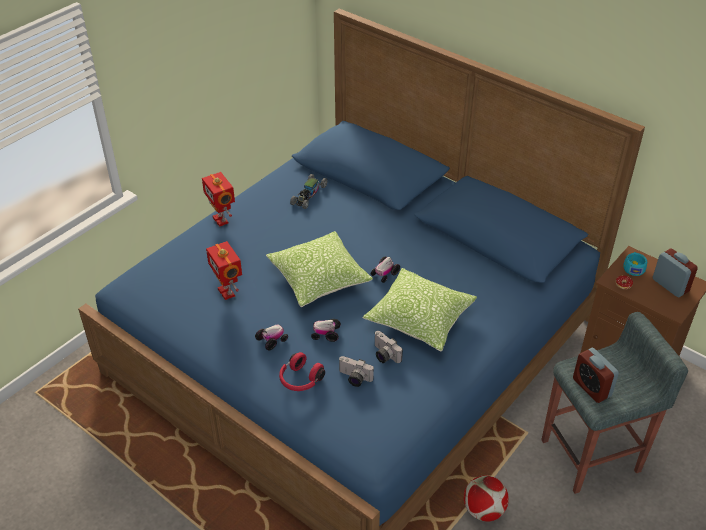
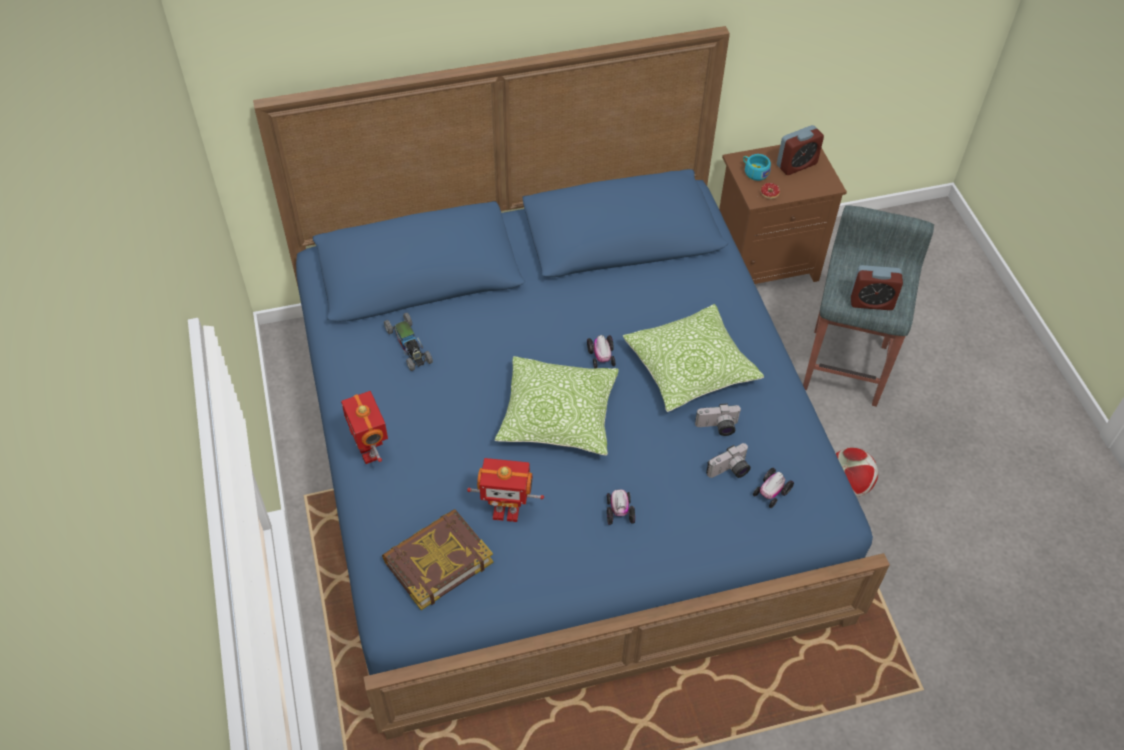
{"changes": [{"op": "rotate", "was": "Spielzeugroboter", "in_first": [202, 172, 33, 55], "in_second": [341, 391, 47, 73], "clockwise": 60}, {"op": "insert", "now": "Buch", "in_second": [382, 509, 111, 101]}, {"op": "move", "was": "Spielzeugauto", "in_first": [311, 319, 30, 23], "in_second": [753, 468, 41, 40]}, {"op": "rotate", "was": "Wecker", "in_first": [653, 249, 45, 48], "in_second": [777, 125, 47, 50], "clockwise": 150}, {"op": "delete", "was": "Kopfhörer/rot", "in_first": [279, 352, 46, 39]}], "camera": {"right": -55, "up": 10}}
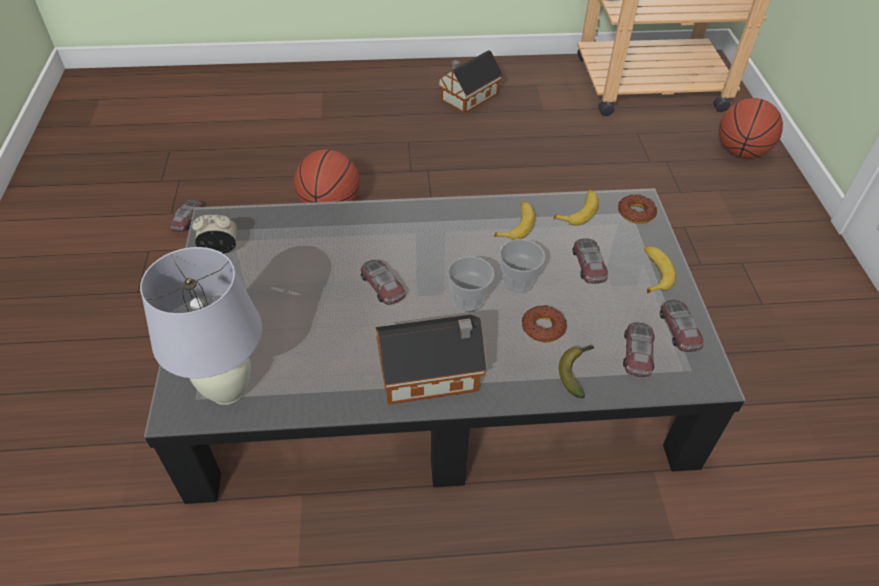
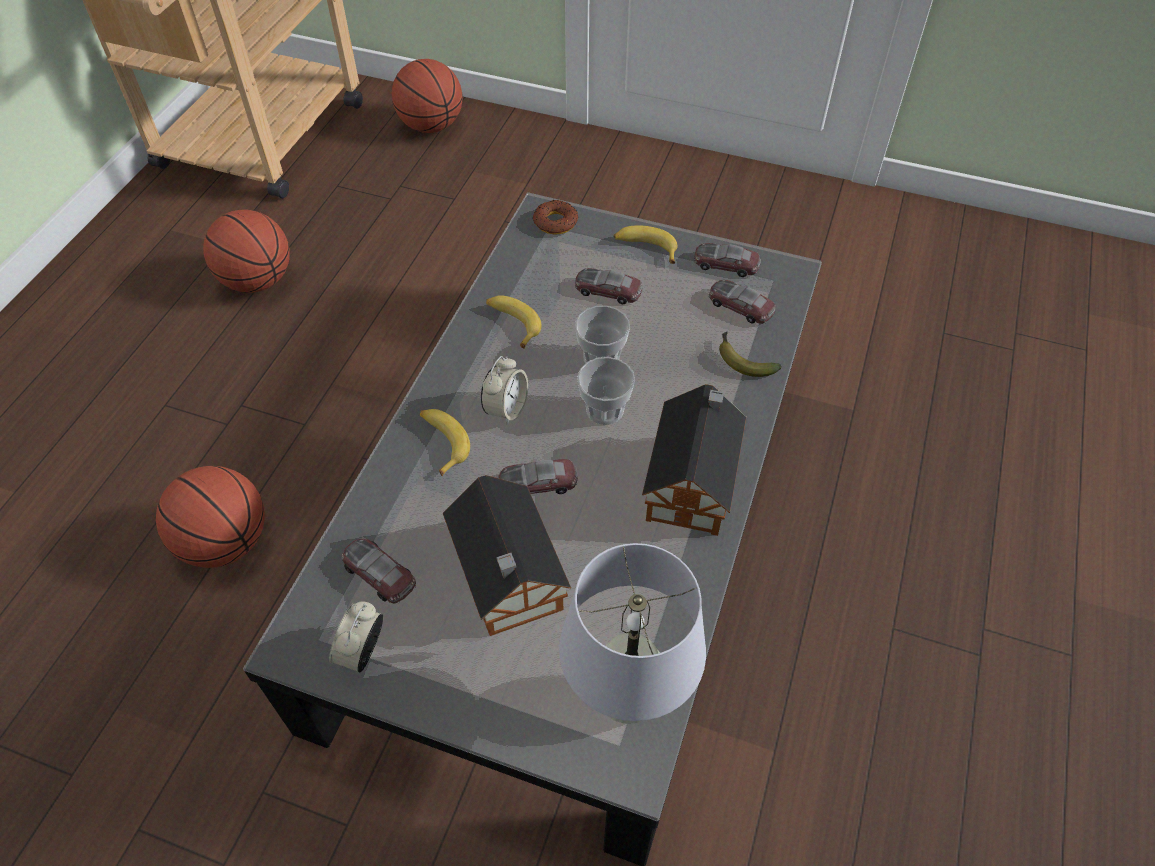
{"changes": [{"op": "insert", "now": "Basketball", "in_second": [203, 210, 87, 83]}, {"op": "move", "was": "Spielzeugauto", "in_first": [168, 200, 35, 33], "in_second": [342, 538, 74, 66]}, {"op": "move", "was": "Banane", "in_first": [553, 190, 46, 35], "in_second": [420, 409, 50, 67]}, {"op": "move", "was": "Spielzeughaus", "in_first": [437, 50, 66, 64], "in_second": [443, 475, 128, 161]}, {"op": "insert", "now": "Wecker", "in_second": [481, 356, 47, 69]}, {"op": "delete", "was": "Donut", "in_first": [521, 305, 46, 38]}], "camera": {"right": -65, "up": 5}}
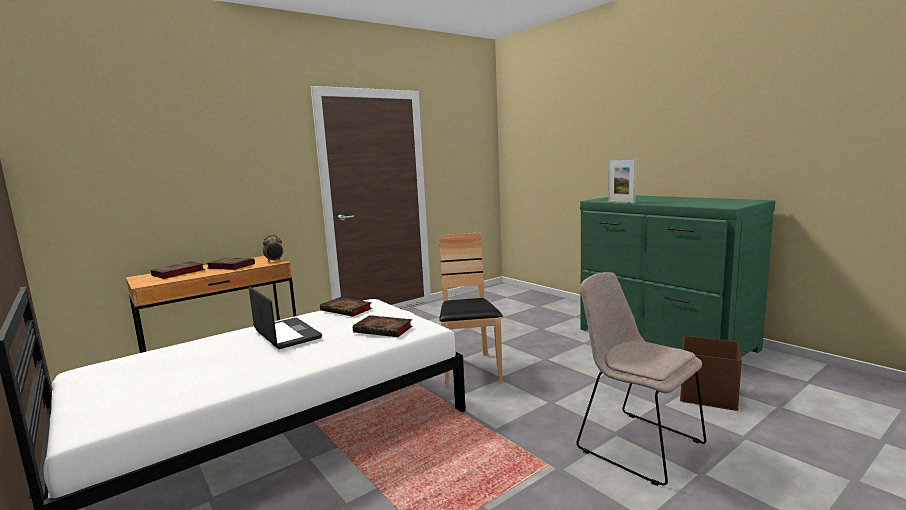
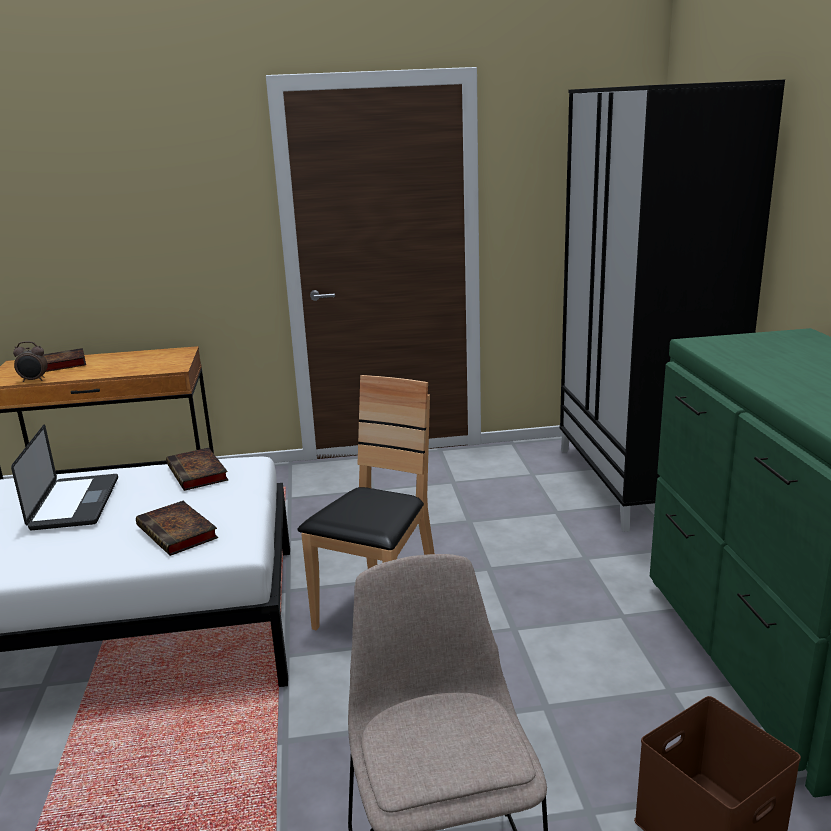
{"changes": [{"op": "move", "was": "Wecker", "in_first": [263, 235, 20, 26], "in_second": [13, 341, 35, 41]}, {"op": "insert", "now": "Kleiderschrank/schwarz", "in_second": [559, 80, 226, 452]}, {"op": "delete", "was": "Buch", "in_first": [207, 257, 48, 13]}, {"op": "delete", "was": "Bilderrahmen", "in_first": [608, 158, 28, 45]}], "camera": {"right": 30, "up": 10}}
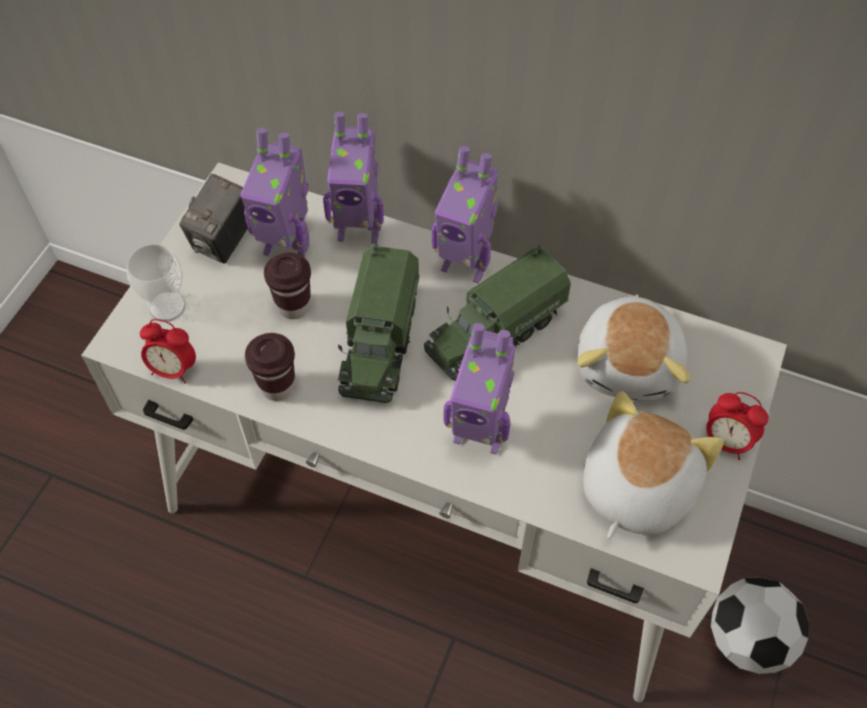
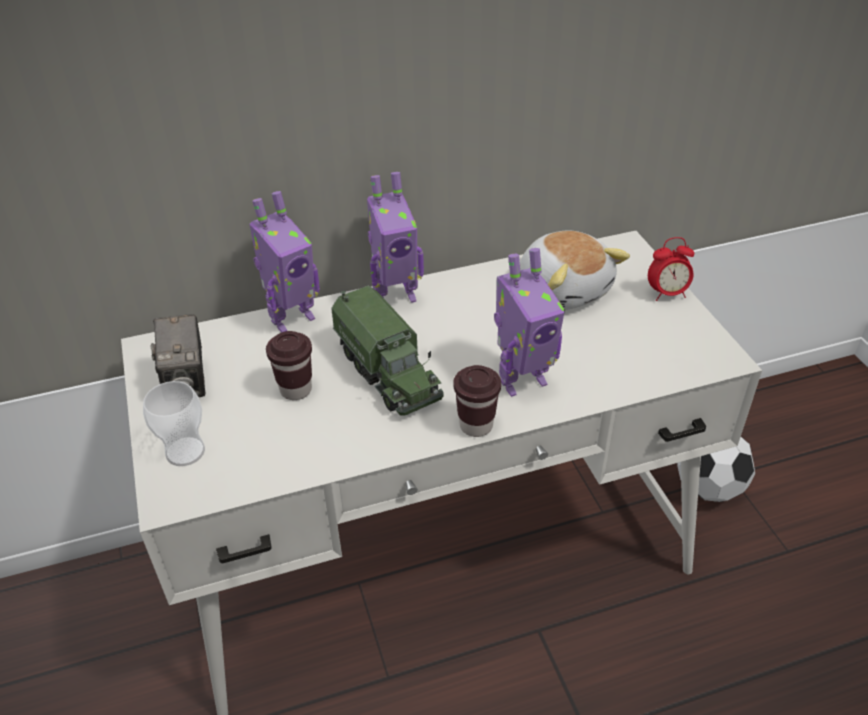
{"changes": [{"op": "move", "was": "Tasse/braun", "in_first": [245, 333, 50, 68], "in_second": [454, 365, 47, 72]}, {"op": "delete", "was": "Wecker", "in_first": [140, 319, 56, 65]}, {"op": "delete", "was": "Spielzeugroboter", "in_first": [240, 128, 70, 129]}, {"op": "delete", "was": "Spielzeuglaster", "in_first": [424, 245, 147, 136]}, {"op": "delete", "was": "Plüschtier", "in_first": [583, 391, 141, 148]}], "camera": {"right": -40, "up": -15}}
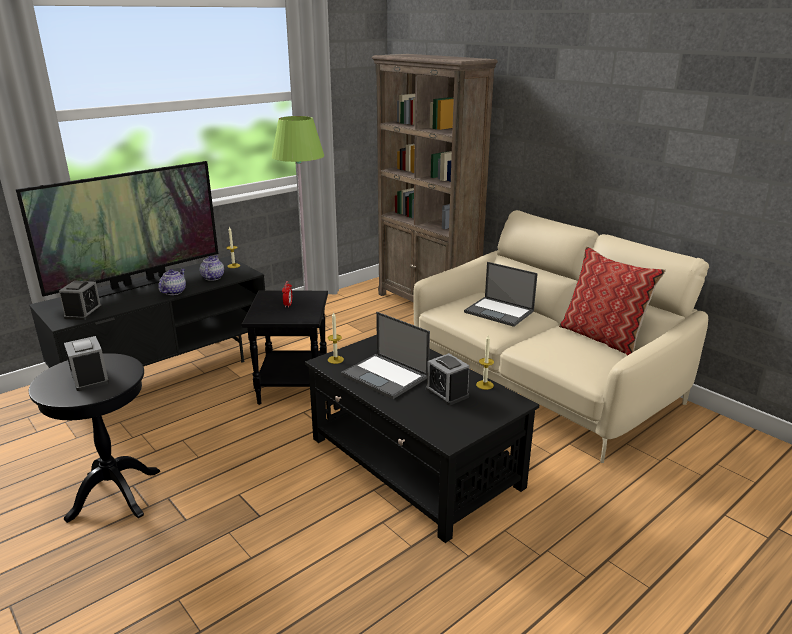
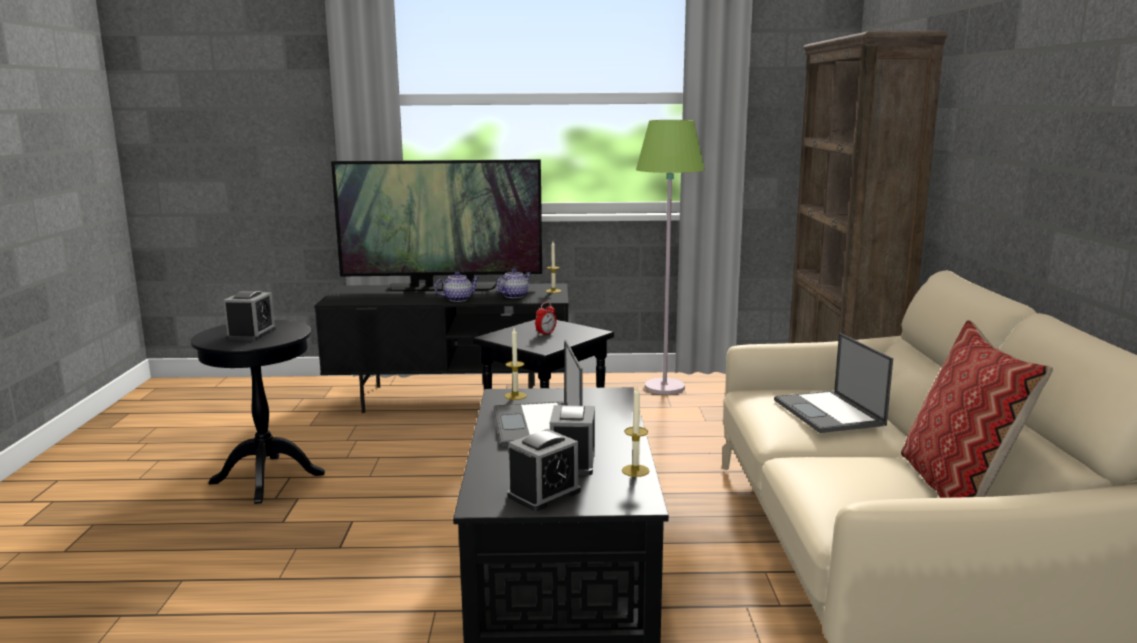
{"changes": [{"op": "move", "was": "Wecker", "in_first": [59, 281, 43, 39], "in_second": [507, 429, 74, 82]}], "camera": {"right": 40, "up": -10}}
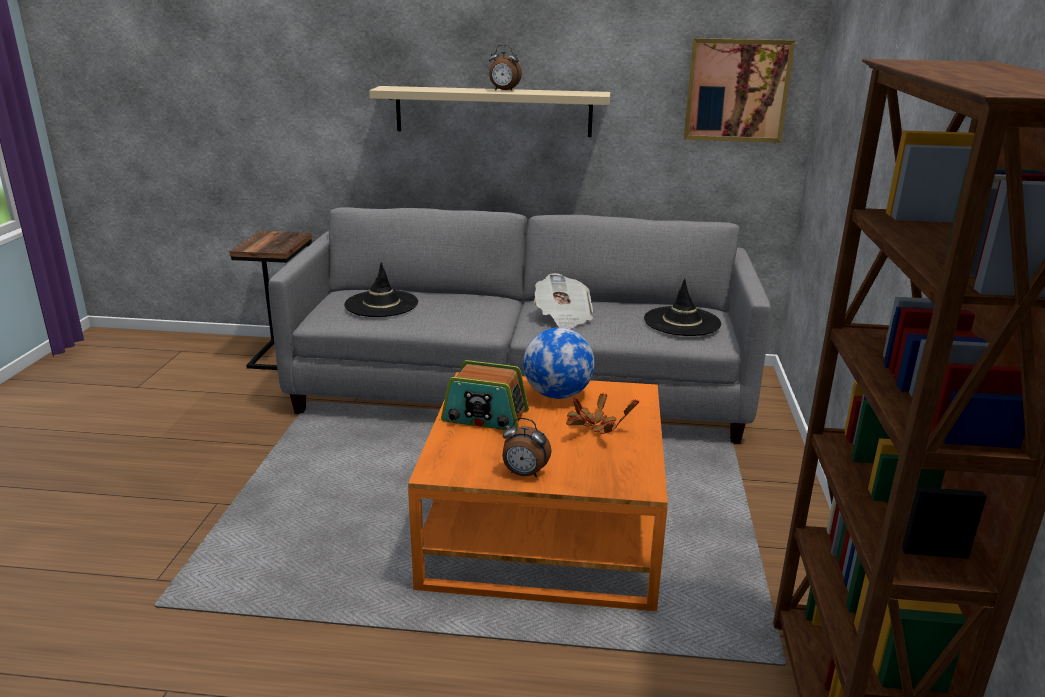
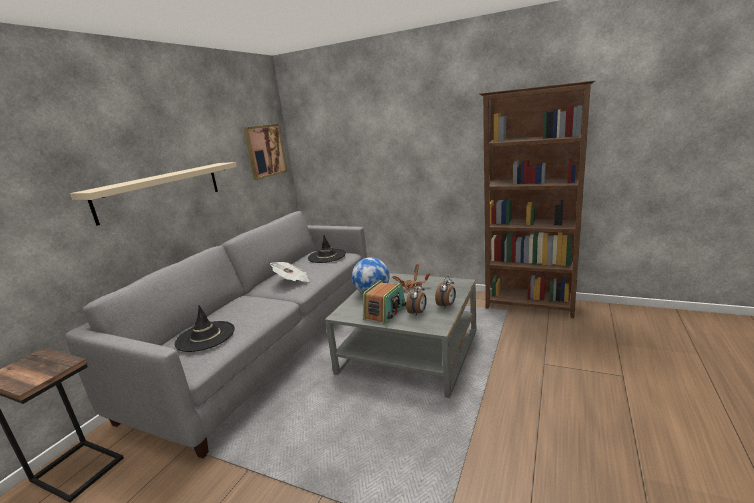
{"changes": [{"op": "recolor", "was": "Couchtisch/orange", "now": "Couchtisch/grau", "in_first": [408, 372, 260, 239], "in_second": [325, 273, 151, 125]}, {"op": "move", "was": "Wecker", "in_first": [489, 45, 33, 46], "in_second": [406, 283, 21, 32]}], "camera": {"right": -70, "up": -5}}
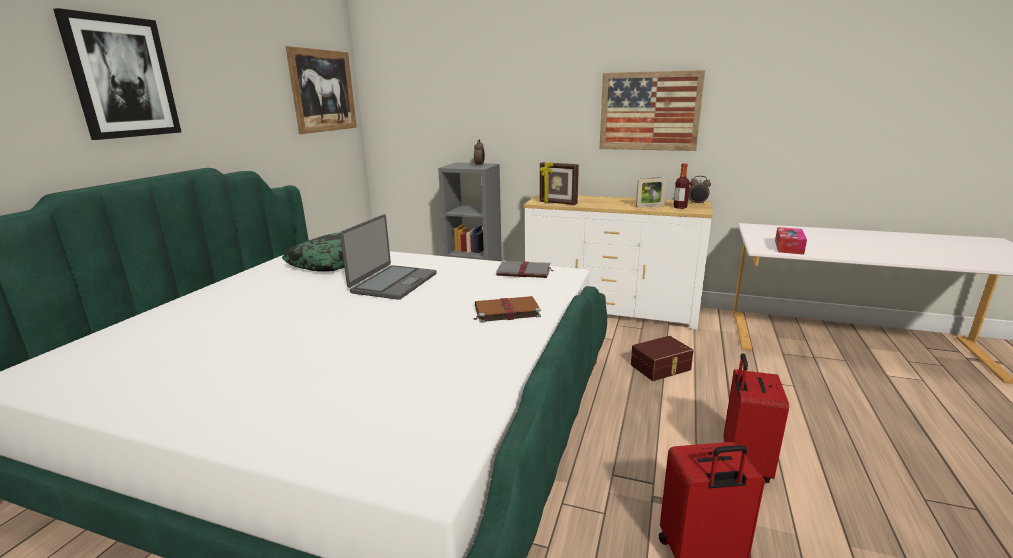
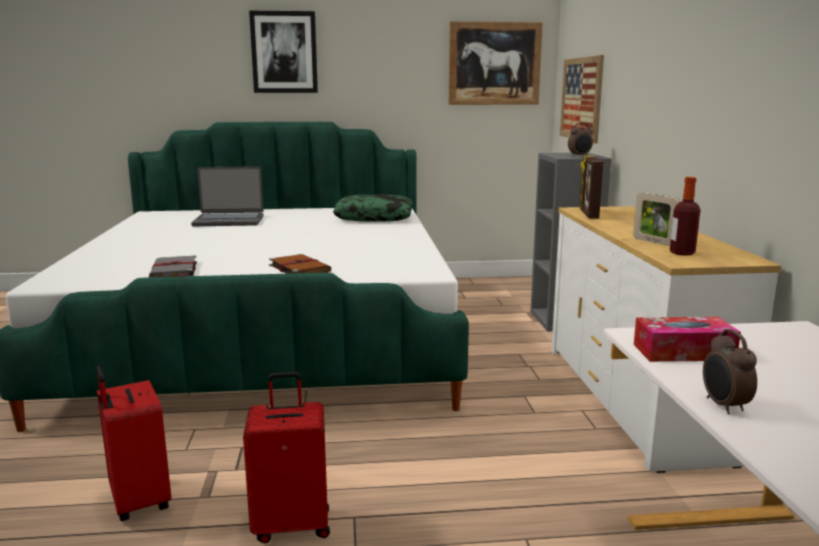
{"changes": [{"op": "move", "was": "Buch/grau", "in_first": [496, 260, 57, 18], "in_second": [149, 255, 48, 22]}, {"op": "move", "was": "Laptop", "in_first": [340, 214, 97, 86], "in_second": [191, 166, 73, 60]}, {"op": "move", "was": "Bild", "in_first": [600, 70, 105, 81], "in_second": [560, 55, 44, 88]}, {"op": "move", "was": "Wecker", "in_first": [688, 176, 23, 29], "in_second": [703, 329, 54, 86]}, {"op": "delete", "was": "Aufbewahrungsbox/braun", "in_first": [631, 336, 63, 45]}], "camera": {"right": 65, "up": -5}}
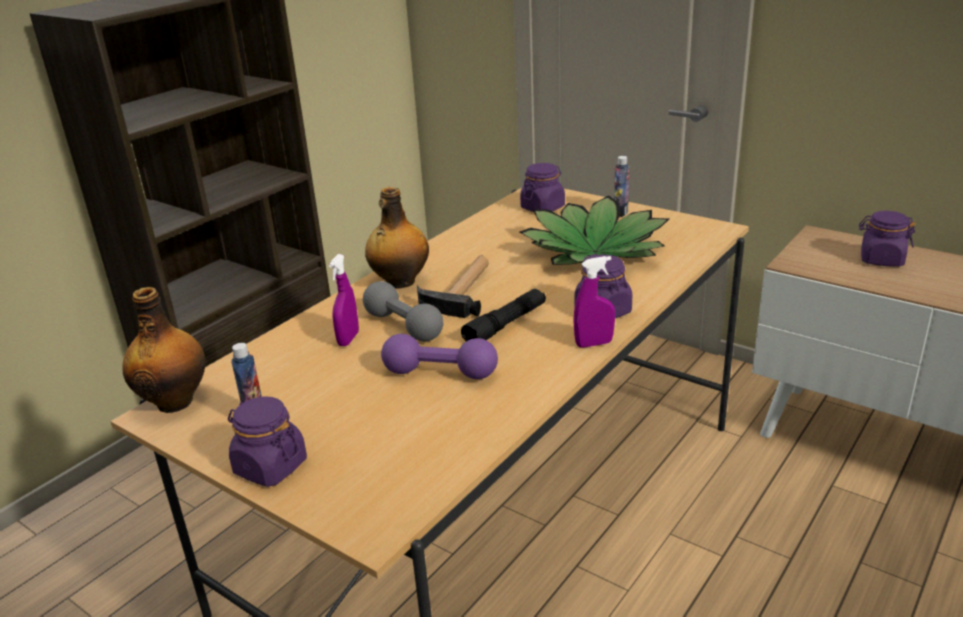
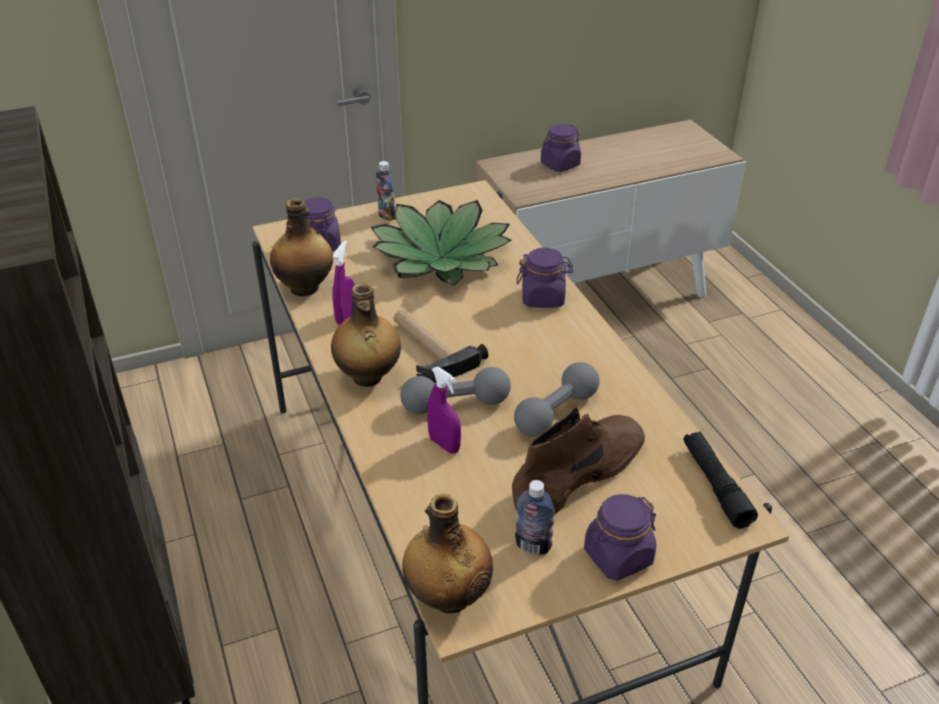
{"changes": [{"op": "insert", "now": "Flasche", "in_second": [270, 198, 63, 98]}, {"op": "move", "was": "Sprühflasche/lila", "in_first": [574, 256, 41, 92], "in_second": [332, 241, 23, 84]}, {"op": "insert", "now": "Stiefel/braun", "in_second": [512, 404, 133, 110]}, {"op": "recolor", "was": "Hantel/lila", "now": "Hantel/grau", "in_first": [381, 334, 117, 45], "in_second": [514, 362, 86, 75]}, {"op": "move", "was": "Taschenlampe/schwarz", "in_first": [461, 289, 85, 52], "in_second": [683, 432, 75, 97]}], "camera": {"right": -60, "up": 10}}
